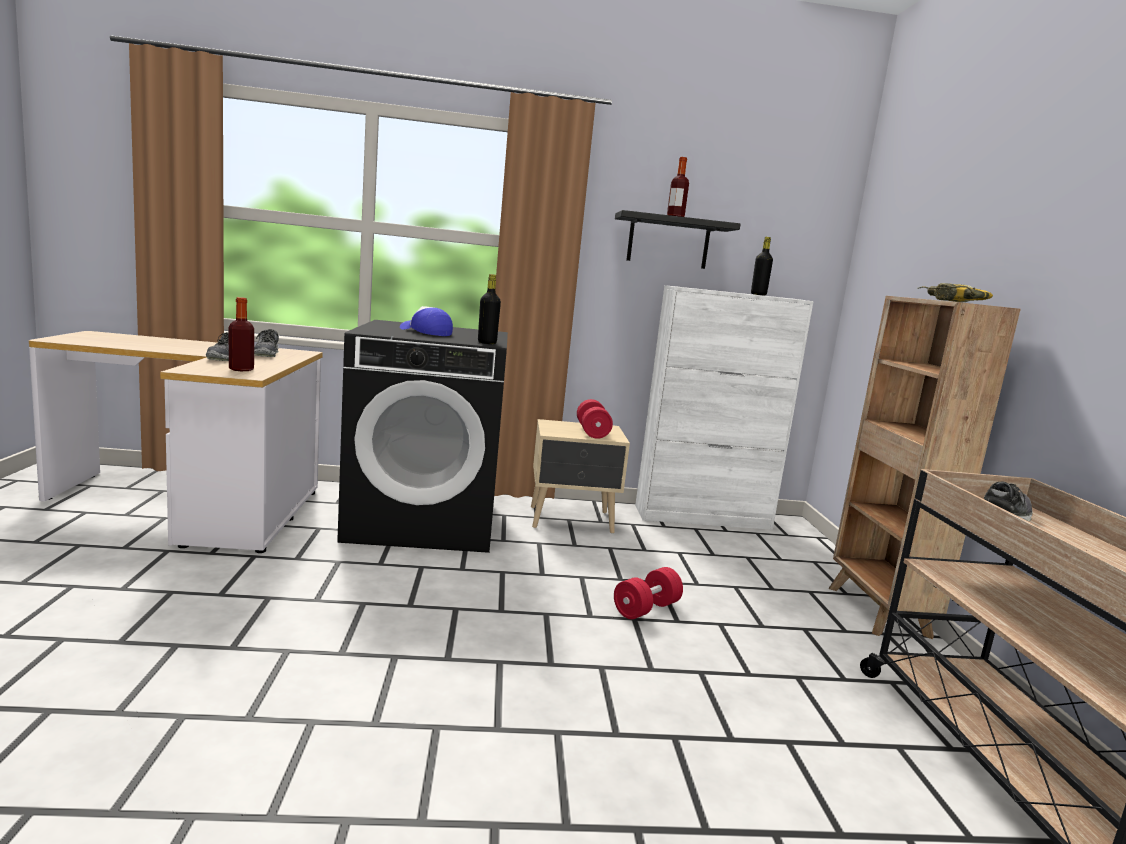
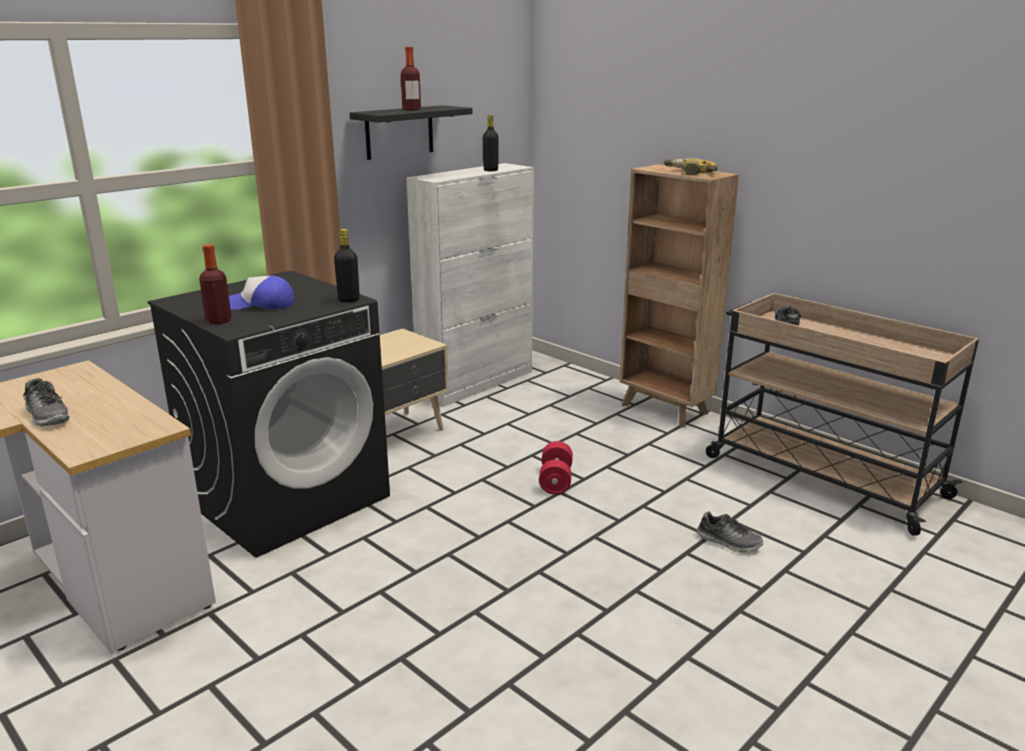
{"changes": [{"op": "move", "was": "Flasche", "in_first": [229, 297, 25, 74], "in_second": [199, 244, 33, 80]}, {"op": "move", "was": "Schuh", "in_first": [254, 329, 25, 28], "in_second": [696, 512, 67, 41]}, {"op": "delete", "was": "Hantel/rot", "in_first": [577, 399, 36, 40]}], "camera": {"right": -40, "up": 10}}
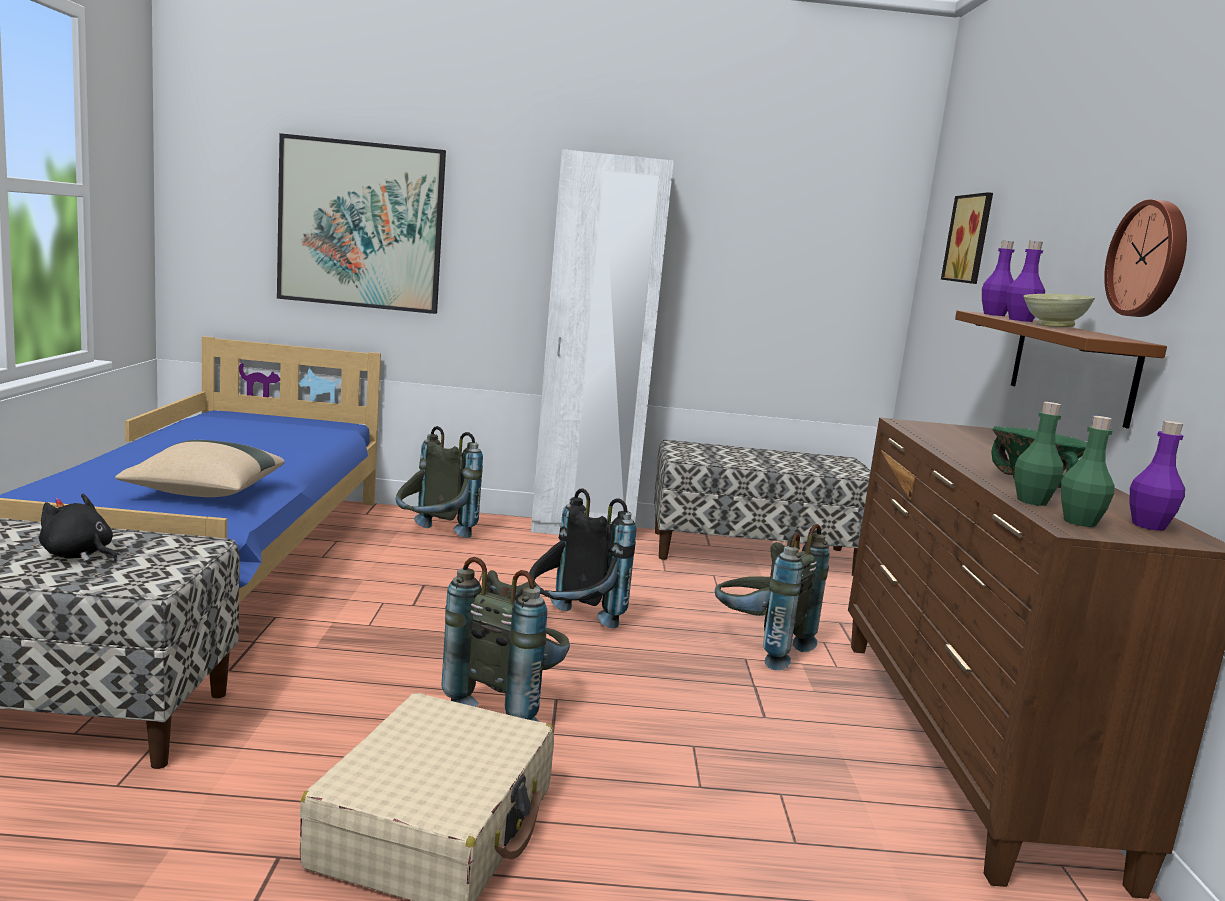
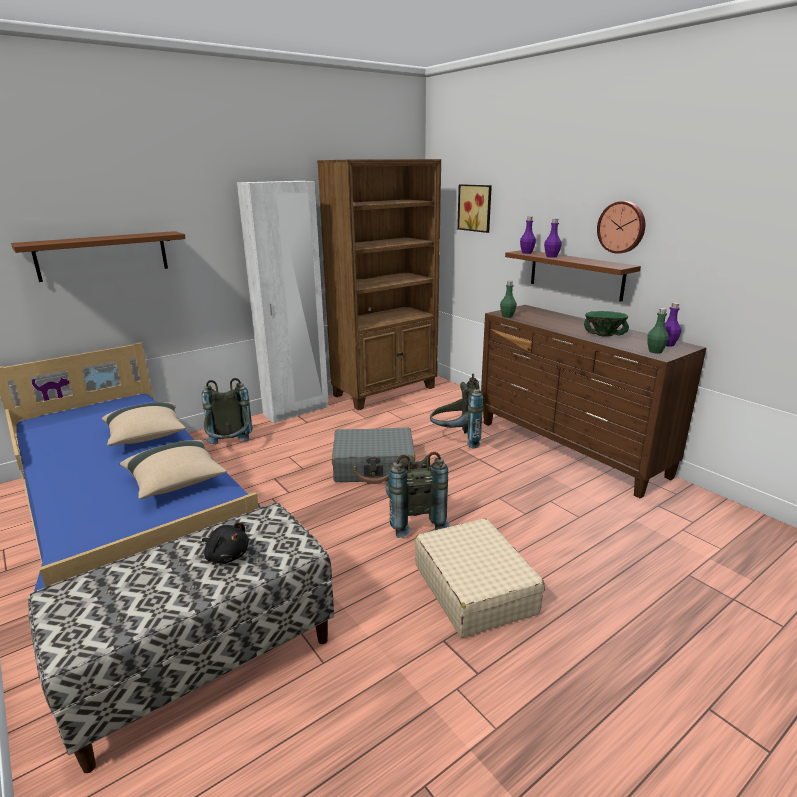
{"changes": [{"op": "replace", "was": "Bild", "now": "Wandregal/braun", "in_first": [277, 133, 169, 181], "in_second": [11, 231, 175, 51]}, {"op": "insert", "now": "Kissen/beige", "in_second": [102, 402, 84, 44]}, {"op": "rotate", "was": "Plüschtier/schwarz", "in_first": [39, 494, 79, 68], "in_second": [202, 523, 47, 40], "clockwise": -135}, {"op": "replace", "was": "Bank", "now": "Bücherregal/braun", "in_first": [654, 440, 217, 136], "in_second": [317, 159, 124, 251]}, {"op": "replace", "was": "Rucksack/schwarz", "now": "Koffer/grau", "in_first": [529, 488, 107, 141], "in_second": [332, 428, 83, 56]}, {"op": "move", "was": "Flasche/grün", "in_first": [1015, 402, 49, 104], "in_second": [500, 281, 17, 37]}, {"op": "delete", "was": "Schüssel/beige", "in_first": [1024, 294, 71, 33]}], "camera": {"right": -35, "up": 10}}
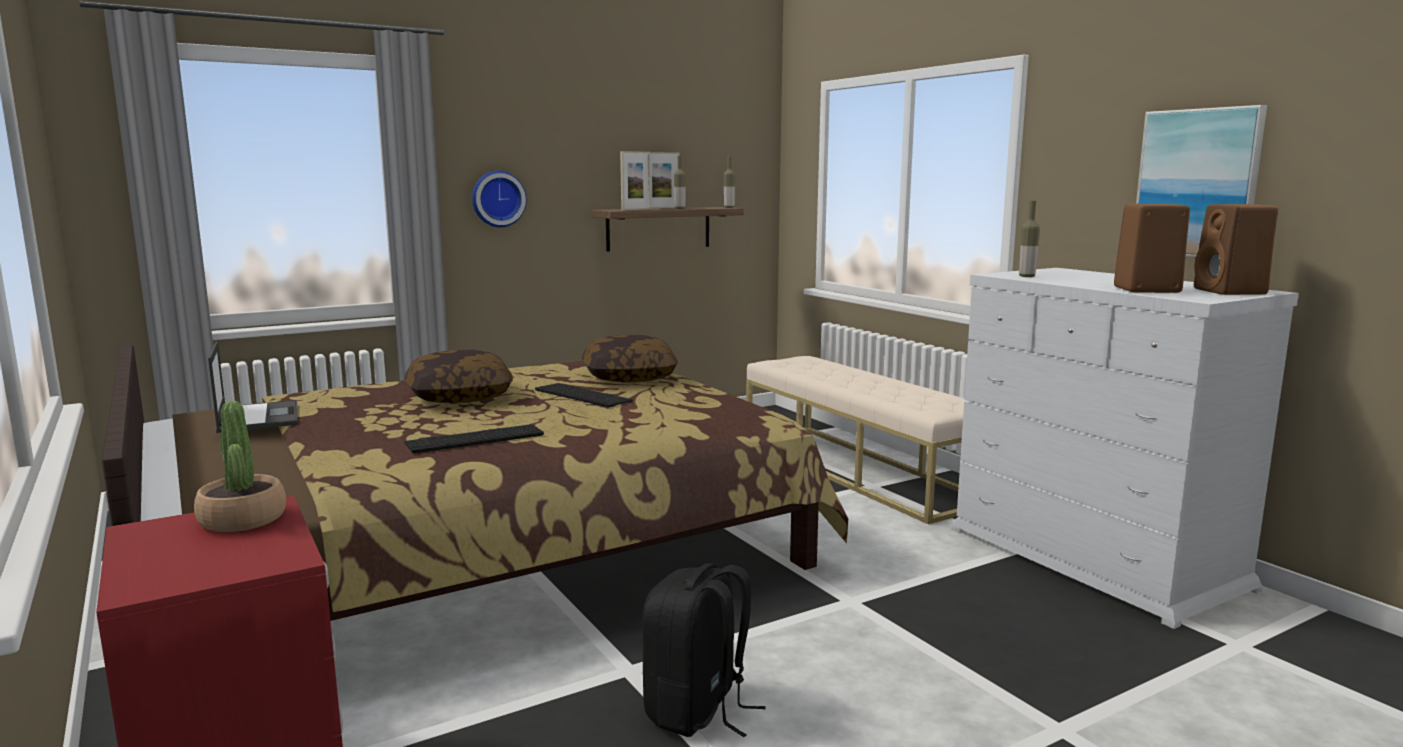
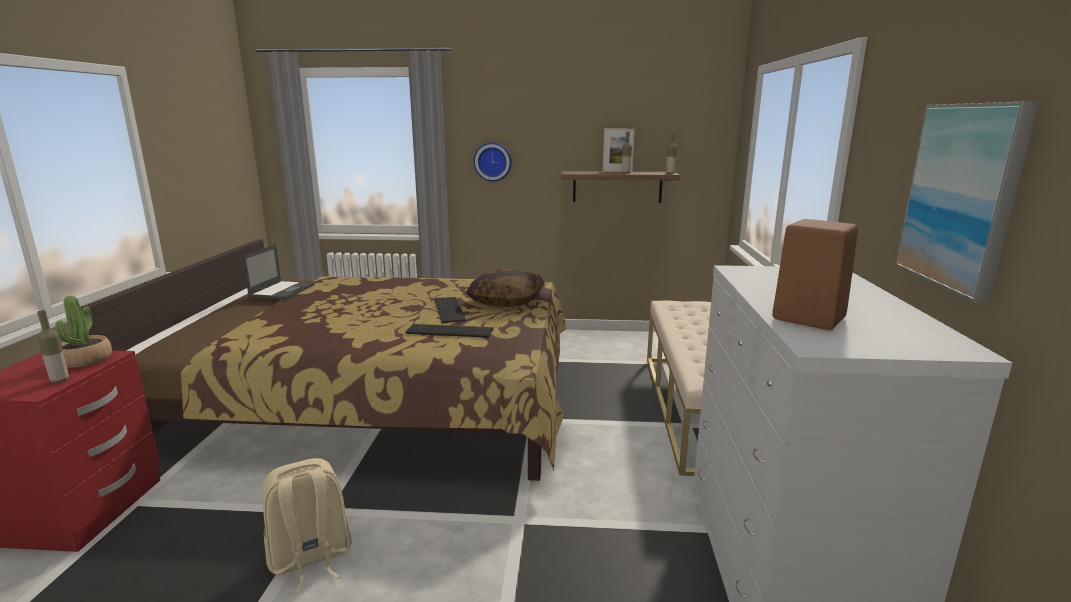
{"changes": [{"op": "move", "was": "Flasche", "in_first": [1019, 200, 21, 77], "in_second": [37, 310, 32, 73]}, {"op": "recolor", "was": "Rucksack/schwarz", "now": "Rucksack/beige", "in_first": [643, 563, 123, 174], "in_second": [263, 458, 89, 135]}, {"op": "move", "was": "Tastatur", "in_first": [405, 424, 139, 29], "in_second": [405, 324, 89, 14]}, {"op": "delete", "was": "Kissen", "in_first": [405, 349, 108, 54]}, {"op": "delete", "was": "Bilderrahmen", "in_first": [620, 151, 31, 60]}, {"op": "delete", "was": "Lautsprecher/braun", "in_first": [1194, 204, 84, 91]}], "camera": {"right": 35, "up": 5}}
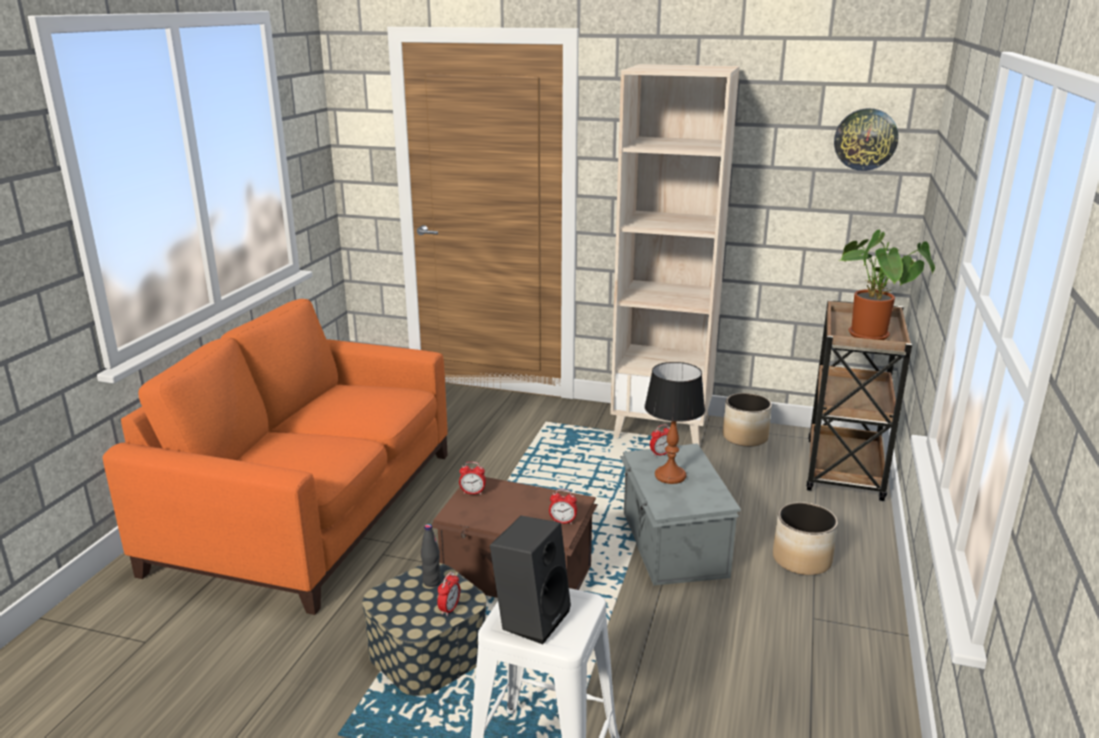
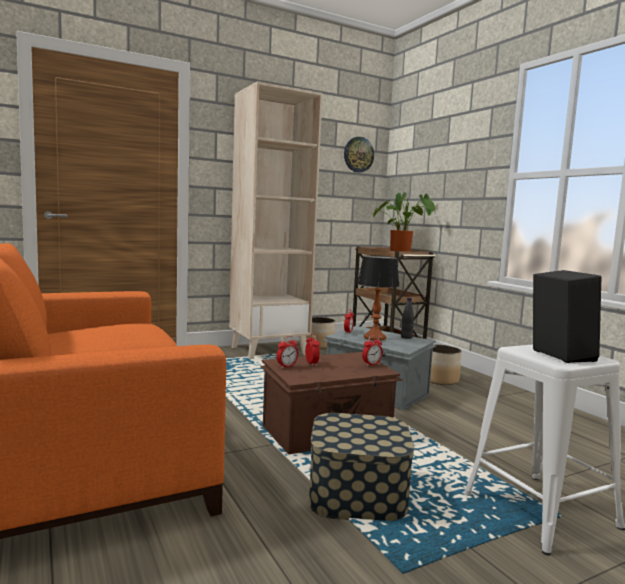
{"changes": [{"op": "move", "was": "Wecker", "in_first": [437, 572, 23, 44], "in_second": [305, 334, 15, 32]}, {"op": "move", "was": "Flasche/schwarz", "in_first": [421, 524, 20, 63], "in_second": [401, 298, 13, 41]}], "camera": {"right": -45, "up": -15}}
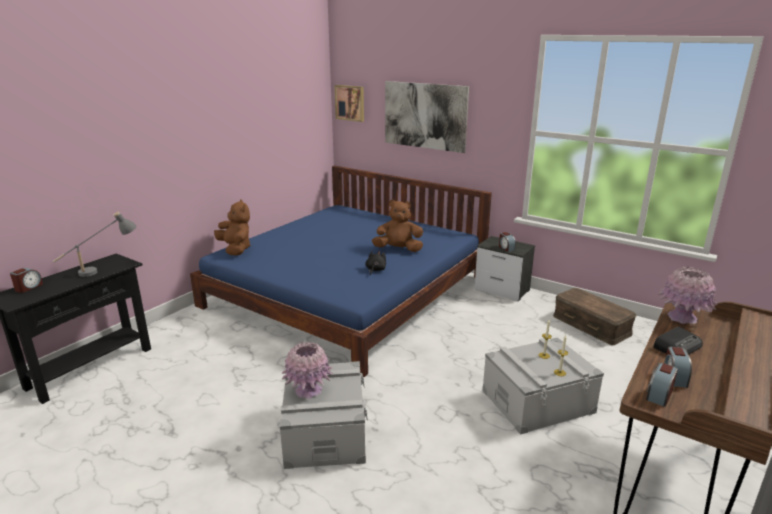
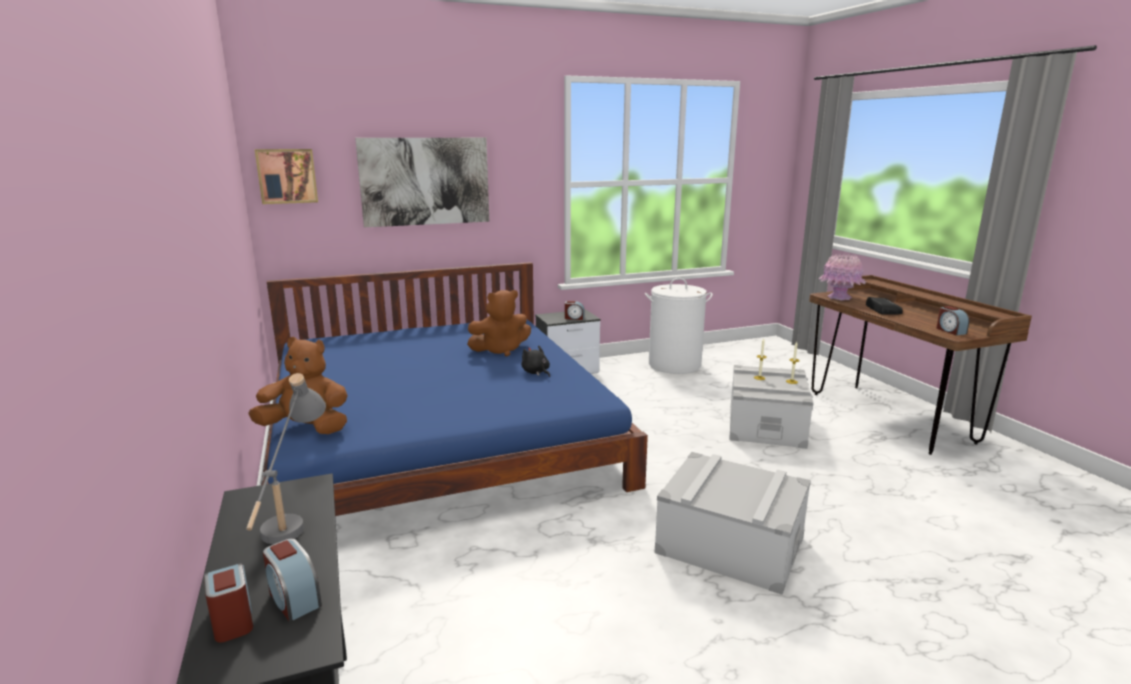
{"changes": [{"op": "move", "was": "Wecker", "in_first": [664, 347, 28, 41], "in_second": [263, 539, 59, 83]}, {"op": "rotate", "was": "Plüschtier/braun", "in_first": [372, 200, 51, 52], "in_second": [467, 290, 64, 66], "clockwise": -150}, {"op": "replace", "was": "Aufbewahrungsbox/braun", "now": "Wäschekorb/weiß", "in_first": [553, 288, 84, 58], "in_second": [645, 278, 68, 96]}, {"op": "delete", "was": "Vase/rosa", "in_first": [282, 342, 51, 57]}], "camera": {"right": -55, "up": -5}}
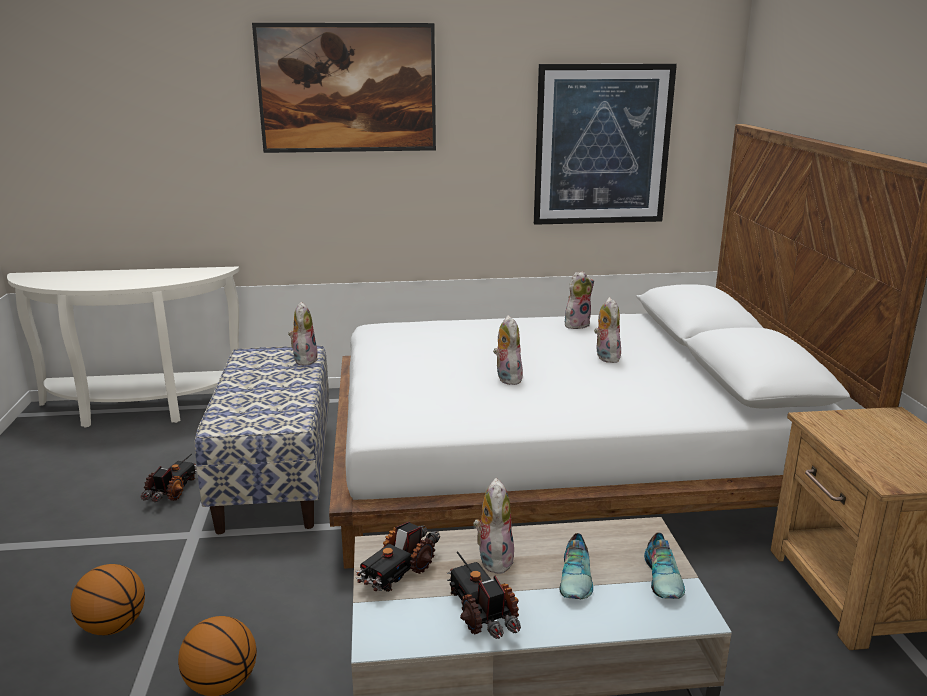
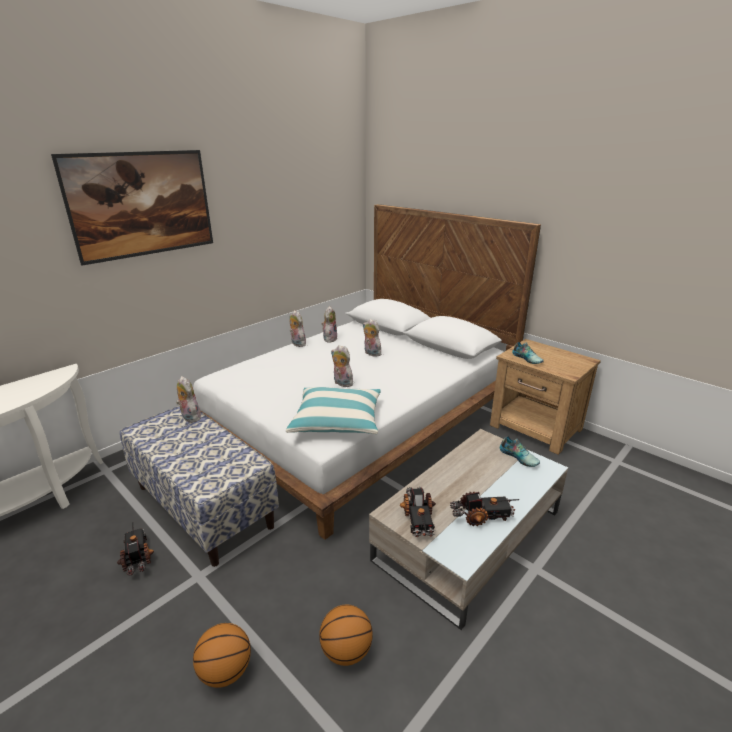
{"changes": [{"op": "insert", "now": "Kissen", "in_second": [286, 387, 95, 47]}, {"op": "move", "was": "Plüschtier", "in_first": [473, 478, 41, 96], "in_second": [289, 310, 17, 37]}, {"op": "rotate", "was": "Spielzeuglaster", "in_first": [447, 551, 74, 88], "in_second": [450, 492, 69, 34], "clockwise": 150}, {"op": "move", "was": "Schuh", "in_first": [560, 533, 33, 66], "in_second": [512, 342, 32, 22]}, {"op": "delete", "was": "Bild", "in_first": [534, 64, 143, 161]}], "camera": {"right": -40, "up": 5}}
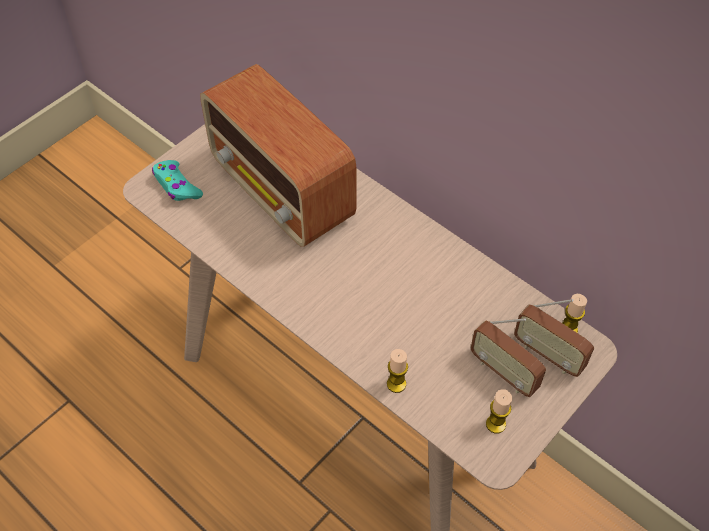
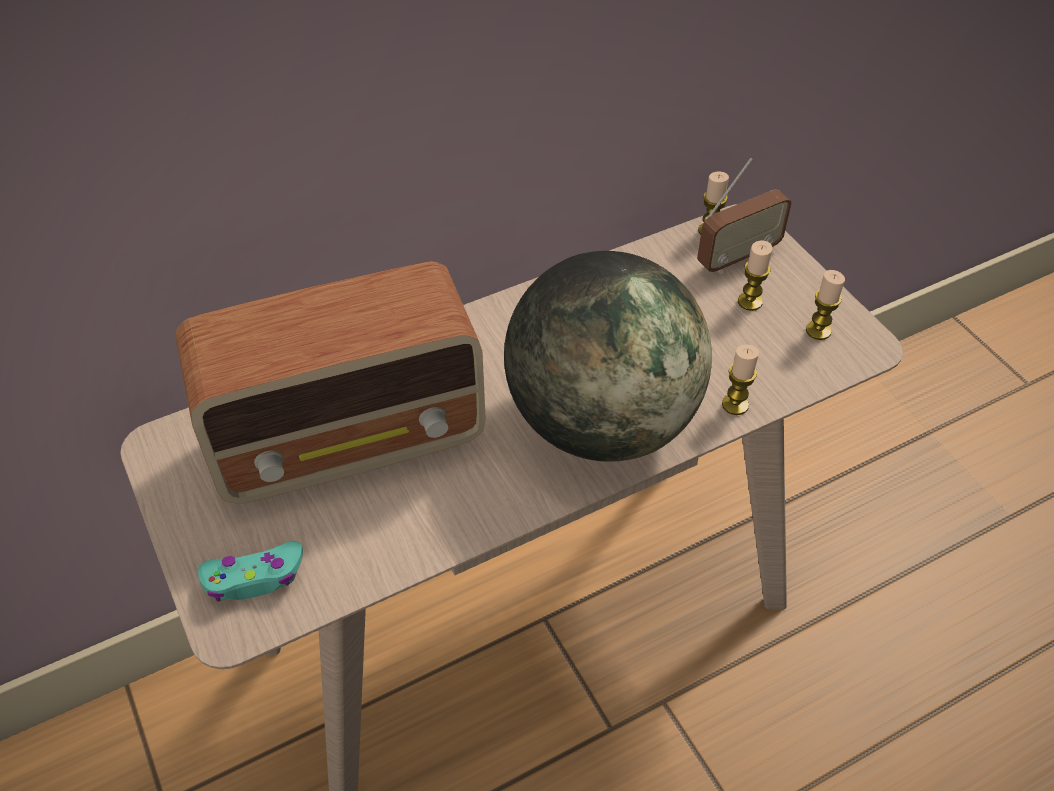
{"changes": [{"op": "insert", "now": "Globus", "in_second": [504, 251, 208, 211]}, {"op": "replace", "was": "Radio", "now": "Kerze", "in_first": [471, 318, 75, 79], "in_second": [738, 241, 35, 70]}], "camera": {"right": -70, "up": -5}}
